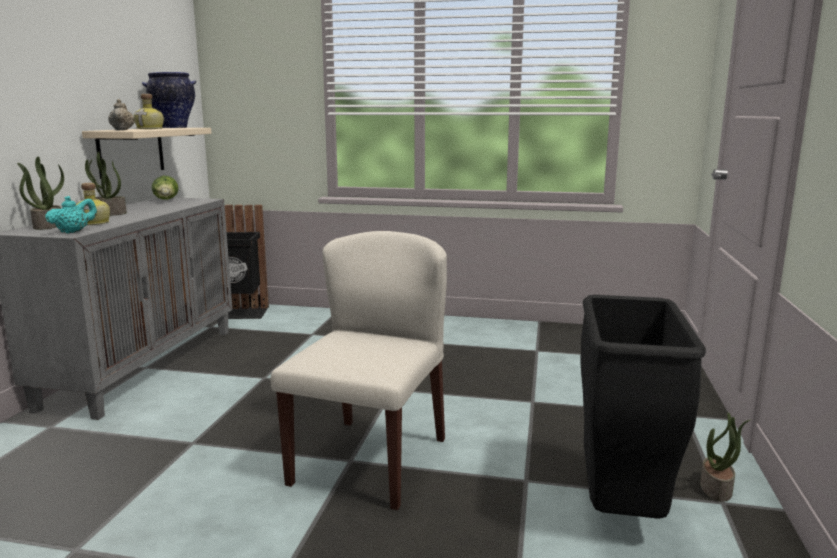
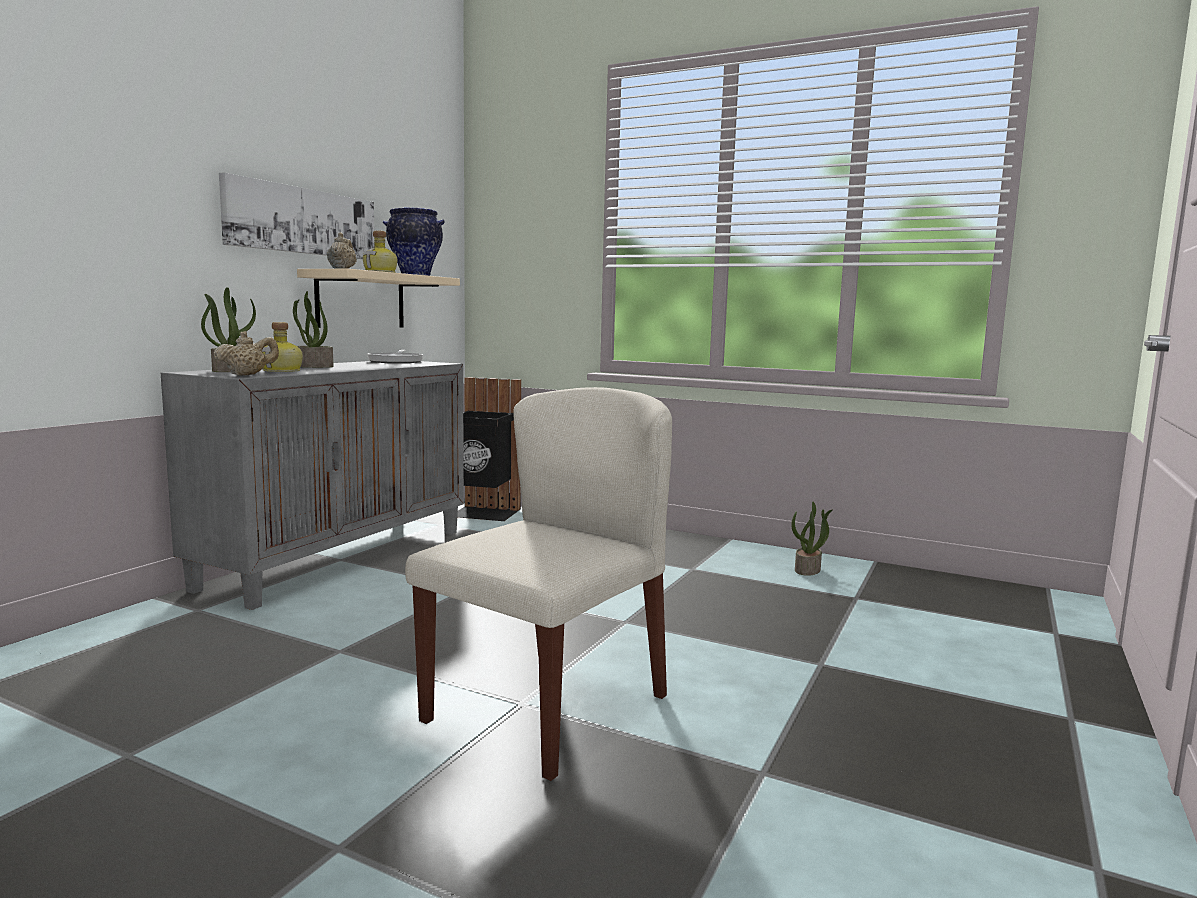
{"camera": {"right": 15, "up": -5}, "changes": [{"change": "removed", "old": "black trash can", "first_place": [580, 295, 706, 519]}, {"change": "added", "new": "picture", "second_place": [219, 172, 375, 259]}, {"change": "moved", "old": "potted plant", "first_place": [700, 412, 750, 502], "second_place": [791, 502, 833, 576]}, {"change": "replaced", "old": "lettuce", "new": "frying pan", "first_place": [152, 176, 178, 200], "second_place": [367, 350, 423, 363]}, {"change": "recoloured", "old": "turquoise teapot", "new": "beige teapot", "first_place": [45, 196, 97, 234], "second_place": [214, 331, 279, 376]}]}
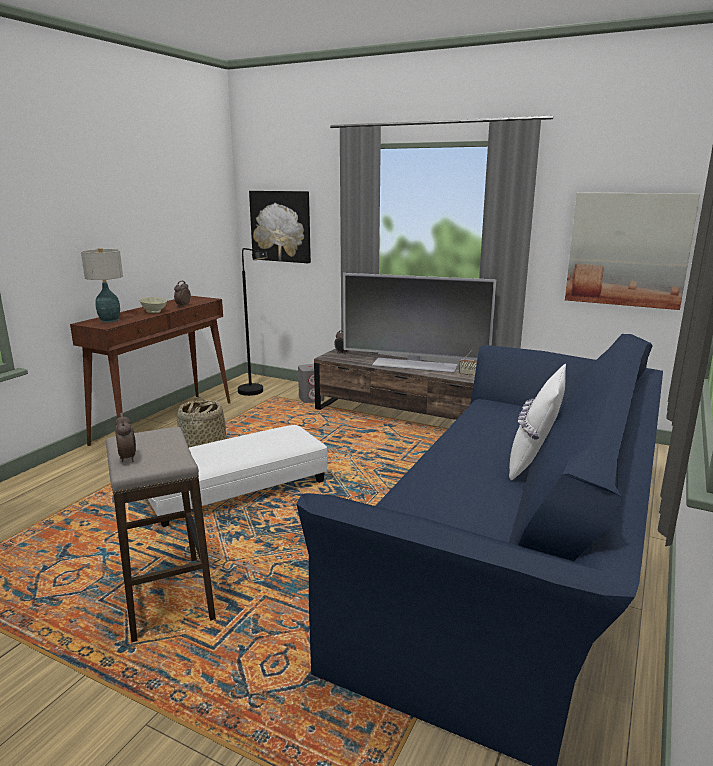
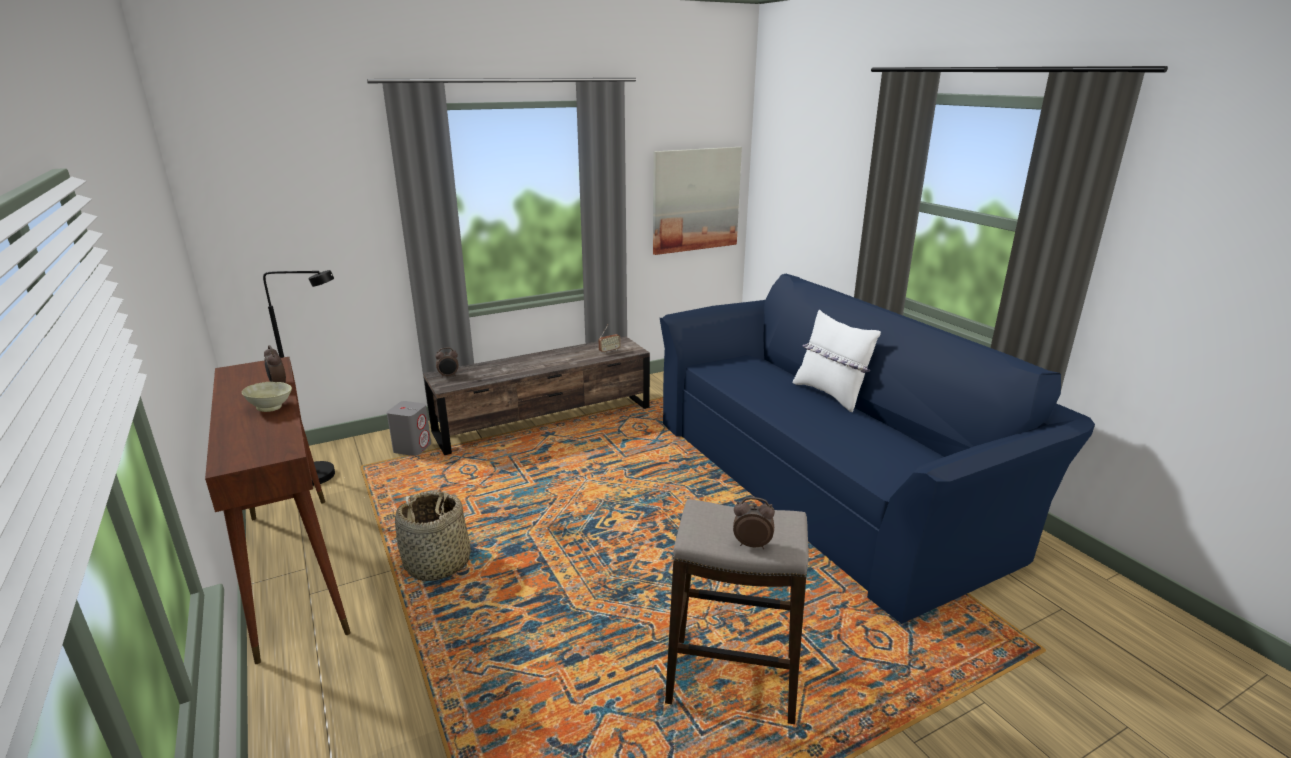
{"camera": {"right": -55, "up": 5}, "changes": [{"change": "removed", "old": "table lamp", "first_place": [81, 248, 123, 322]}, {"change": "removed", "old": "white ottoman", "first_place": [148, 425, 328, 527]}, {"change": "removed", "old": "picture", "first_place": [249, 191, 311, 263]}, {"change": "removed", "old": "television", "first_place": [343, 273, 497, 373]}]}
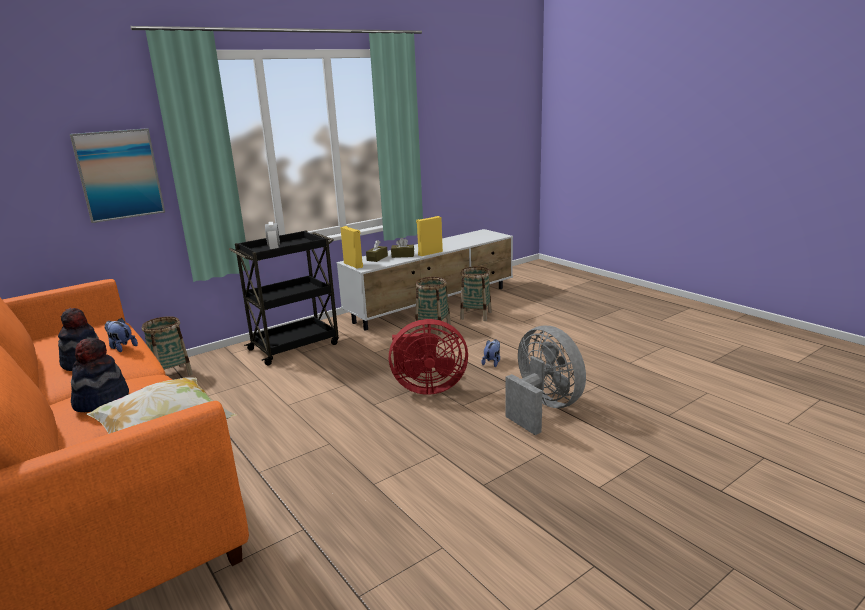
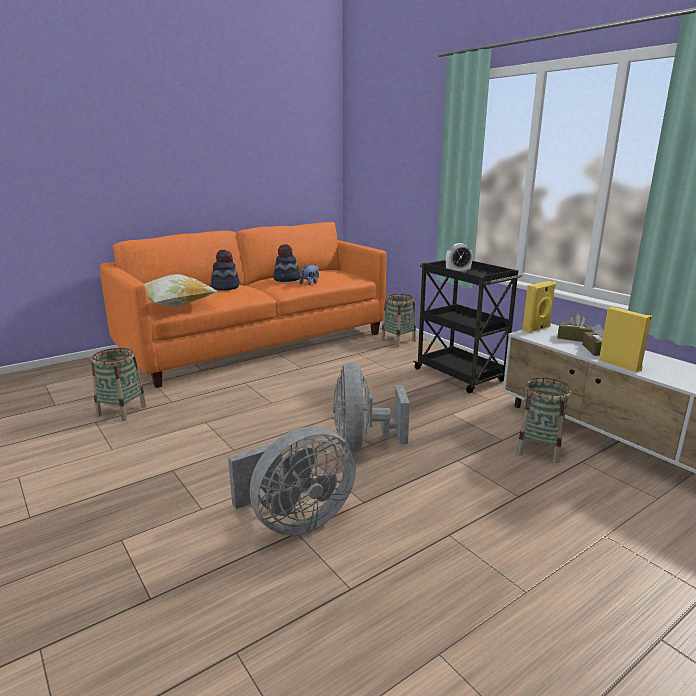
{"camera": {"right": 90, "up": 0}, "changes": [{"change": "removed", "old": "picture", "first_place": [70, 128, 165, 223]}, {"change": "removed", "old": "plush toy", "first_place": [482, 339, 500, 367]}, {"change": "moved", "old": "basket", "first_place": [460, 266, 492, 321], "second_place": [92, 348, 147, 421]}, {"change": "recoloured", "old": "red fan", "new": "grey fan", "first_place": [389, 319, 468, 395], "second_place": [333, 363, 410, 453]}]}
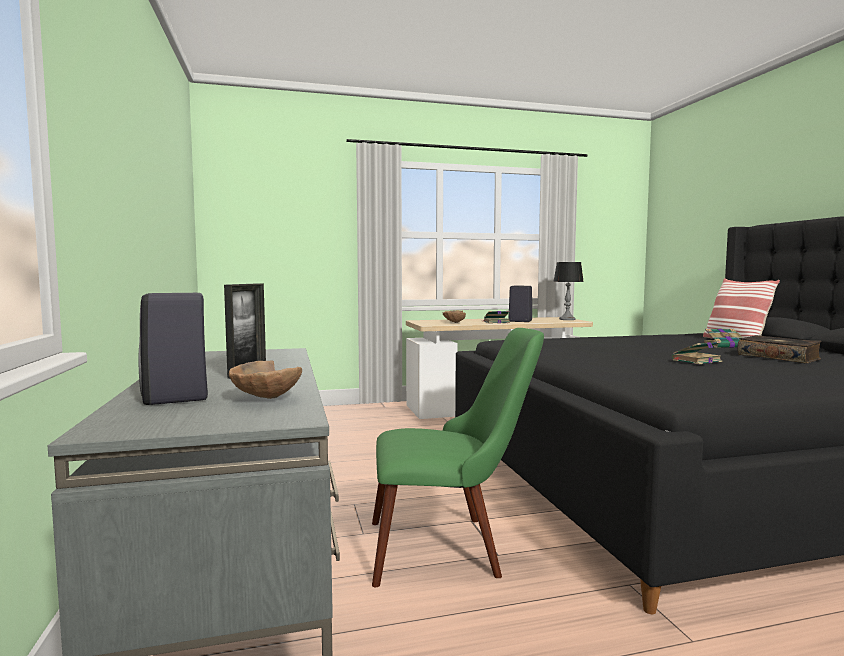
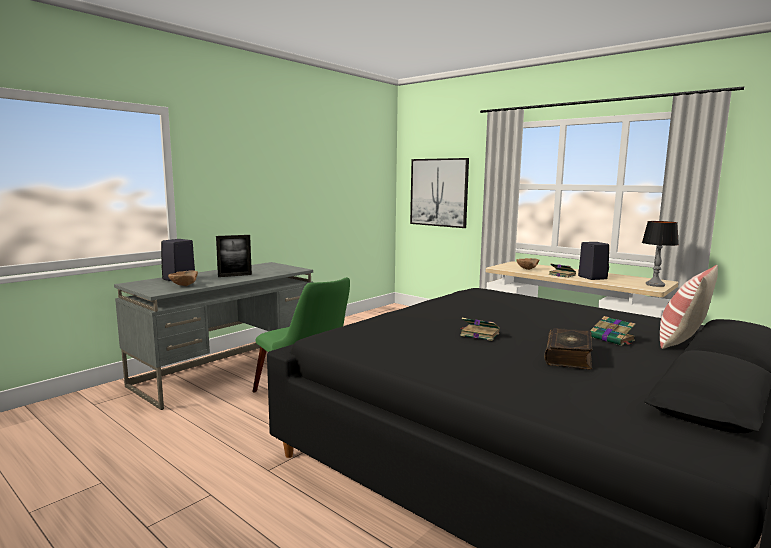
{"camera": {"right": 55, "up": 5}, "changes": [{"change": "added", "new": "picture", "second_place": [410, 158, 469, 228]}]}
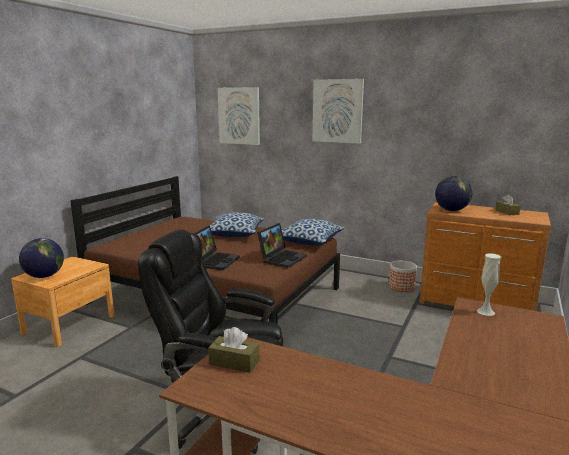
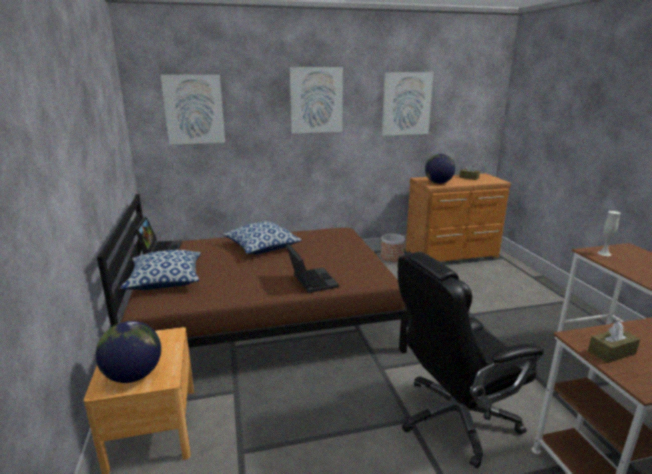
{"camera": {"right": -40, "up": 5}, "changes": [{"change": "added", "new": "picture", "second_place": [382, 73, 433, 136]}, {"change": "moved", "old": "laptop", "first_place": [257, 223, 307, 268], "second_place": [135, 217, 182, 254]}, {"change": "moved", "old": "pillow", "first_place": [282, 219, 344, 246], "second_place": [120, 250, 201, 290]}]}
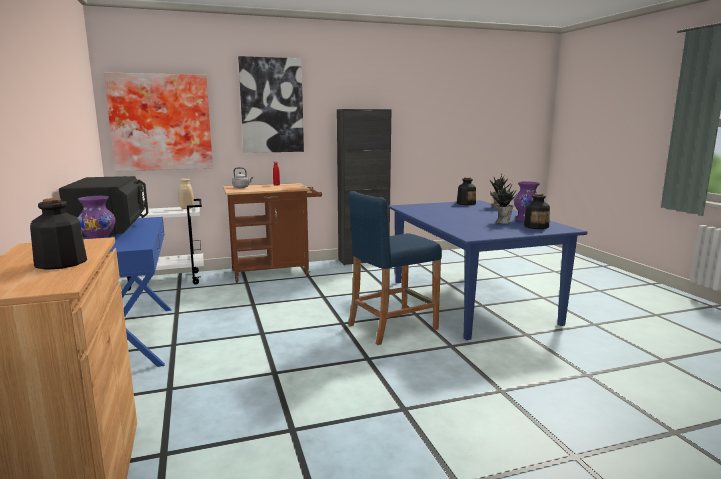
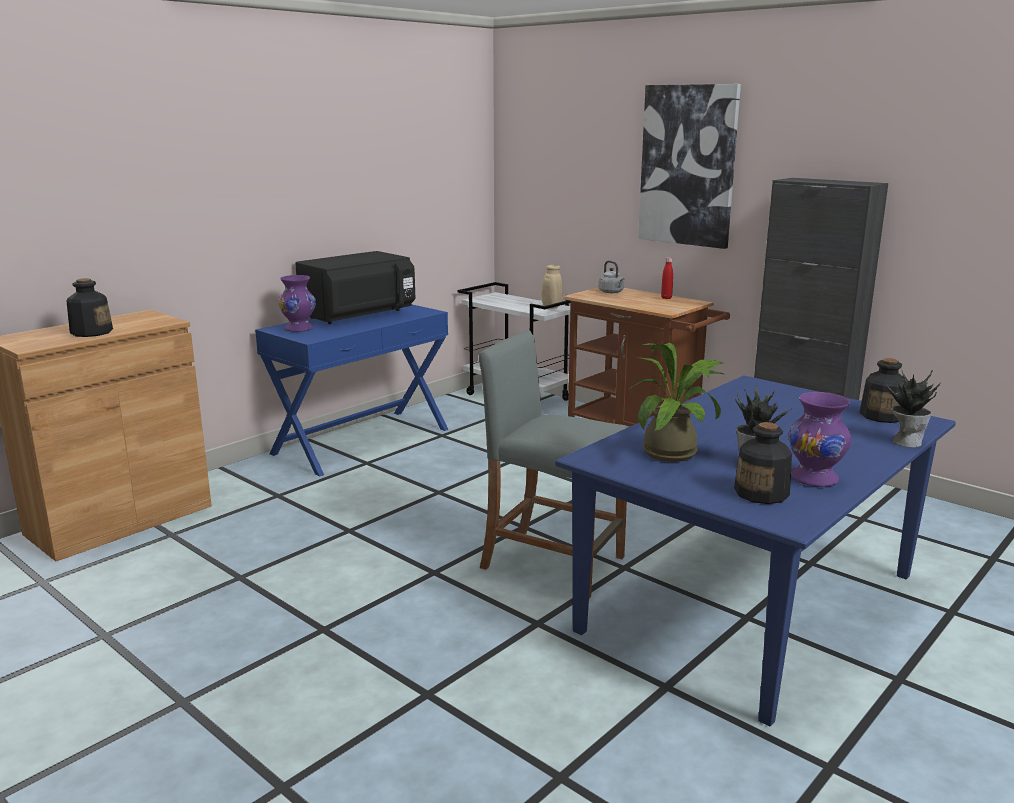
{"camera": {"right": 60, "up": 5}, "changes": [{"change": "removed", "old": "picture", "first_place": [104, 72, 213, 171]}, {"change": "added", "new": "potted plant", "second_place": [629, 343, 726, 462]}, {"change": "recoloured", "old": "blue stool", "new": "grey stool", "first_place": [348, 191, 442, 345], "second_place": [479, 330, 629, 598]}]}
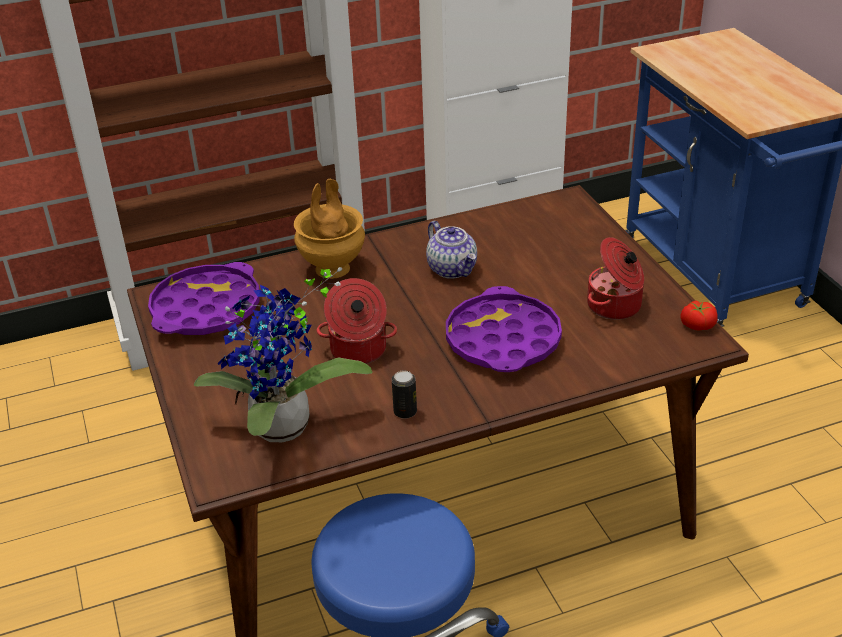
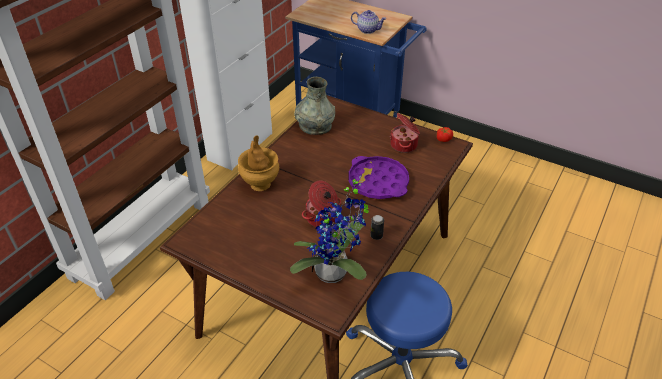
{"camera": {"right": -40, "up": 5}, "changes": [{"change": "removed", "old": "purple tray", "first_place": [148, 262, 260, 335]}, {"change": "added", "new": "grey vase", "second_place": [294, 77, 335, 135]}, {"change": "moved", "old": "teapot", "first_place": [426, 221, 477, 279], "second_place": [351, 10, 386, 34]}]}
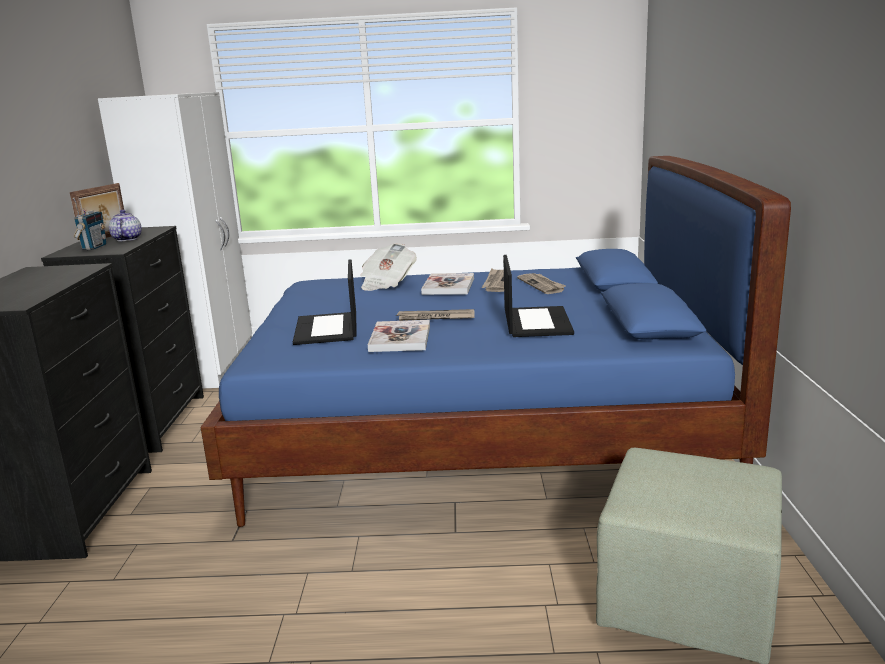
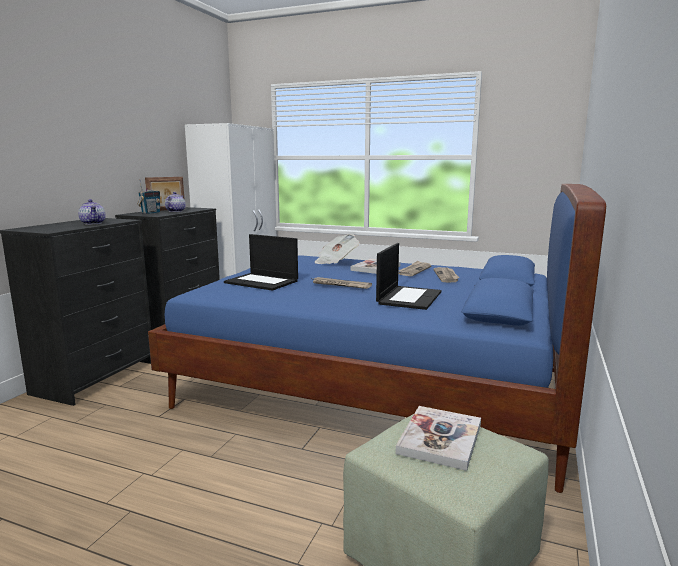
{"camera": {"right": 20, "up": -5}, "changes": [{"change": "added", "new": "teapot", "second_place": [78, 199, 106, 225]}, {"change": "moved", "old": "book", "first_place": [368, 320, 430, 352], "second_place": [396, 406, 481, 471]}, {"change": "turned", "old": "laptop", "first_place": [293, 259, 357, 345], "second_place": [224, 234, 298, 291], "degrees": -75}]}
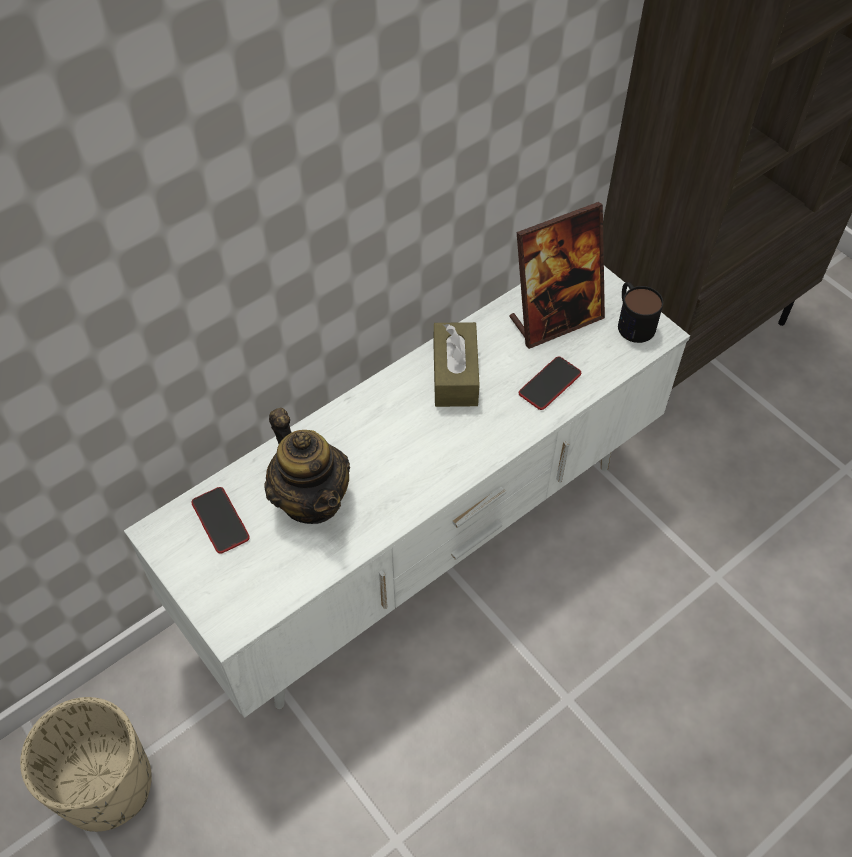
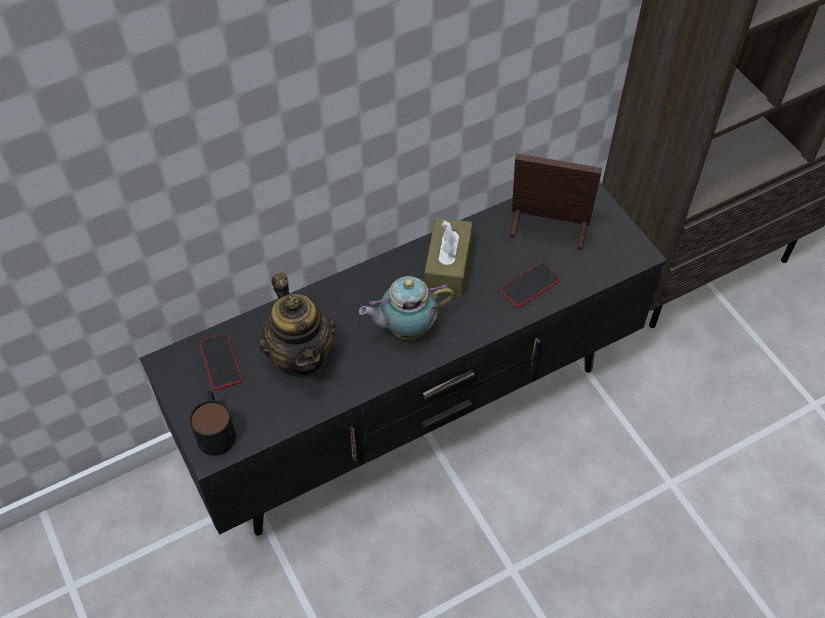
{"camera": {"right": 10, "up": 0}, "changes": [{"change": "removed", "old": "beige planter", "first_place": [20, 697, 152, 832]}, {"change": "added", "new": "teapot", "second_place": [359, 276, 454, 340]}, {"change": "moved", "old": "mug", "first_place": [618, 282, 663, 343], "second_place": [190, 391, 236, 456]}, {"change": "recoloured", "old": "white tv stand", "new": "black tv stand", "first_place": [124, 266, 690, 718], "second_place": [139, 182, 667, 536]}, {"change": "turned", "old": "picture frame", "first_place": [509, 202, 605, 349], "second_place": [510, 153, 602, 250], "degrees": -150}]}
